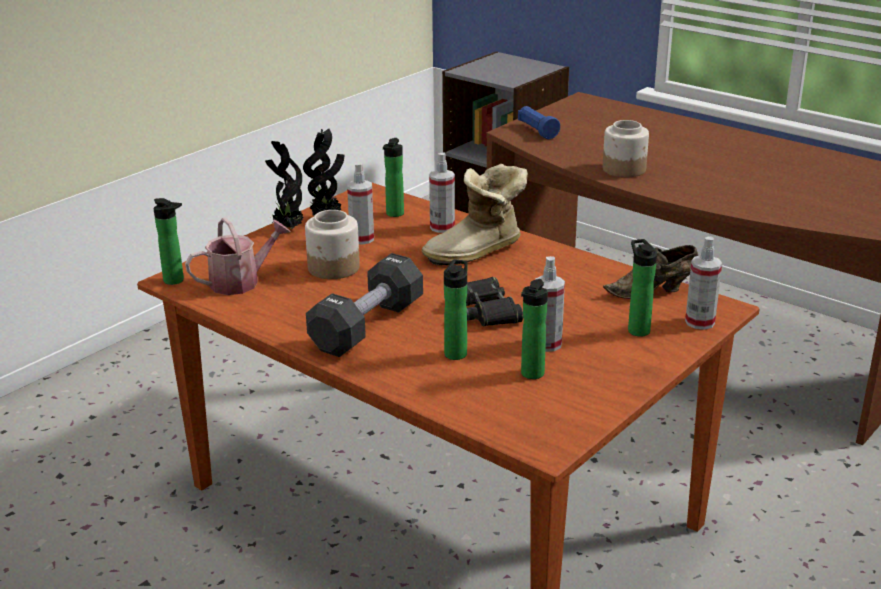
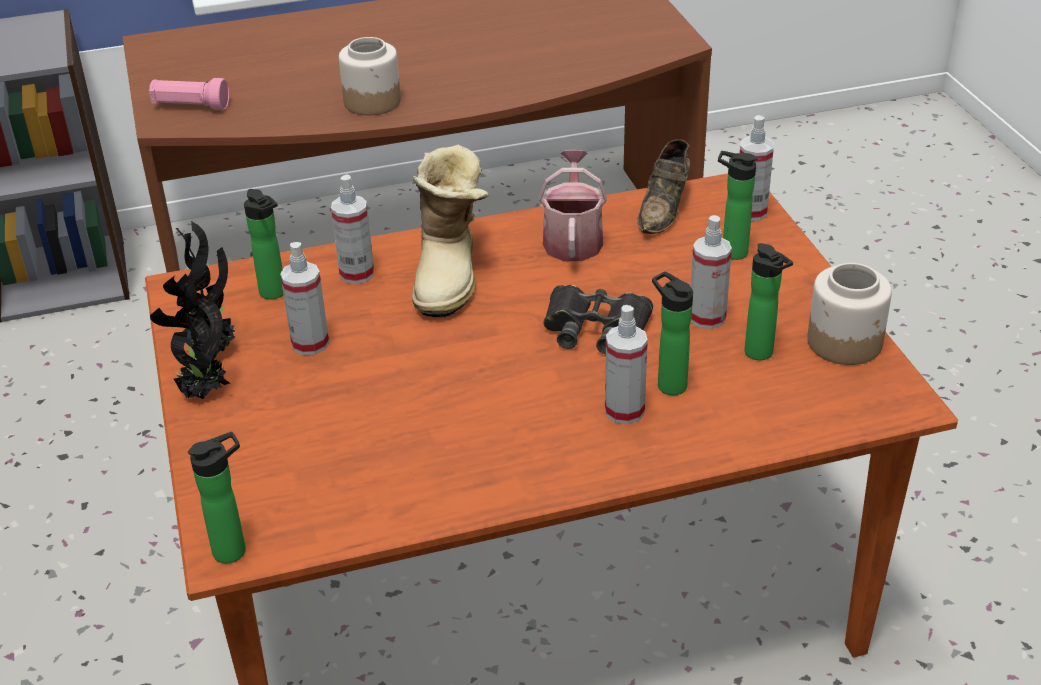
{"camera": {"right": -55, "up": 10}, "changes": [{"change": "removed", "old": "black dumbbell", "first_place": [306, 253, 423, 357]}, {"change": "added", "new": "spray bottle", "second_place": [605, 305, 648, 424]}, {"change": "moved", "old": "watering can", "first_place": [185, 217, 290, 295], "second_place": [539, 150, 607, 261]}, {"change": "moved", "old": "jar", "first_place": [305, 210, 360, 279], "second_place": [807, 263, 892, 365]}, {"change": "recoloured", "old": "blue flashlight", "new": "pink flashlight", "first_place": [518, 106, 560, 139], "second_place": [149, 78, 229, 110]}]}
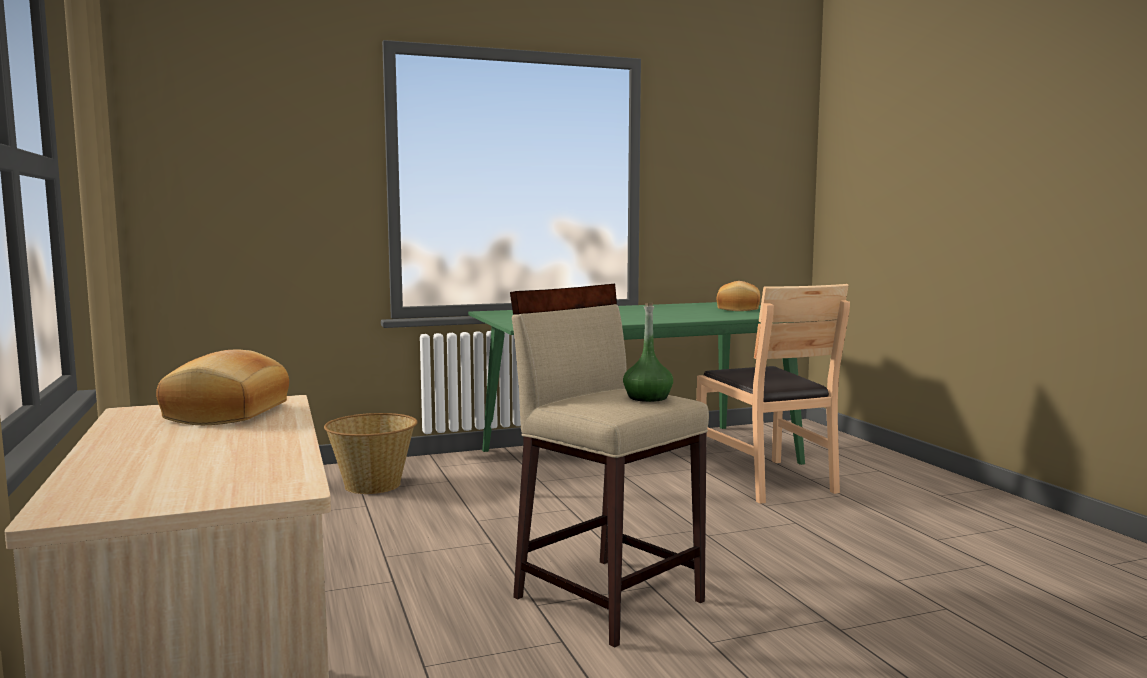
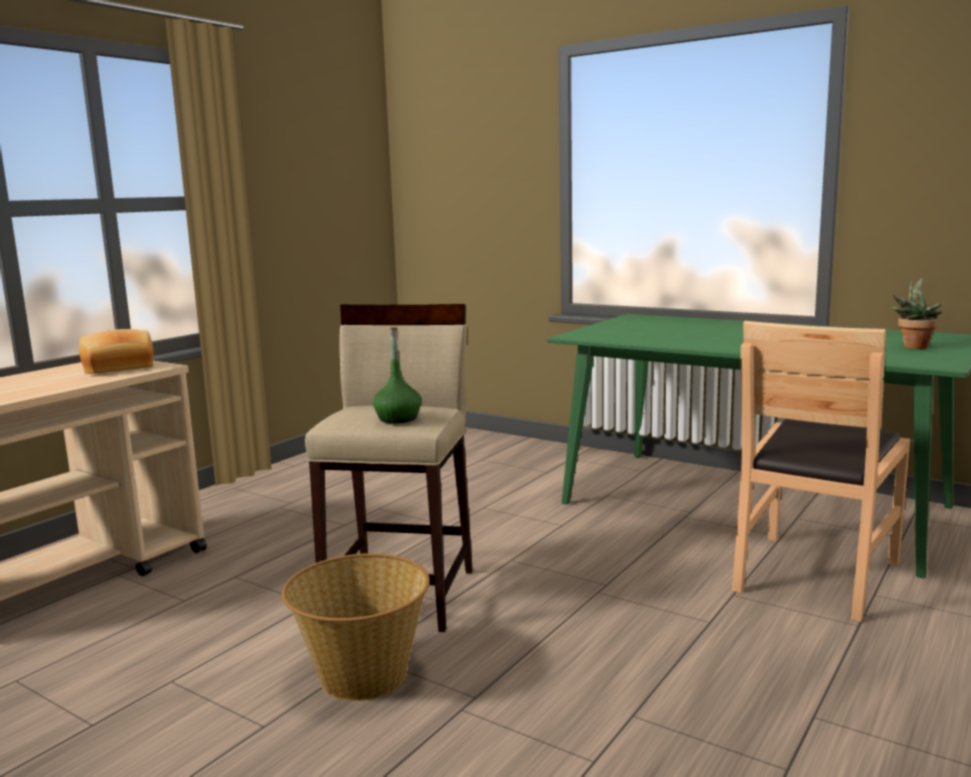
{"camera": {"right": 55, "up": 5}, "changes": [{"change": "moved", "old": "basket", "first_place": [324, 413, 418, 494], "second_place": [282, 553, 430, 701]}, {"change": "replaced", "old": "bread", "new": "potted plant", "first_place": [717, 281, 760, 311], "second_place": [891, 278, 942, 349]}]}
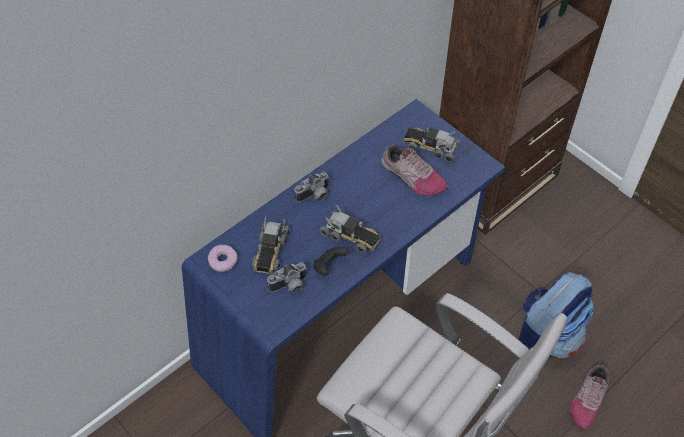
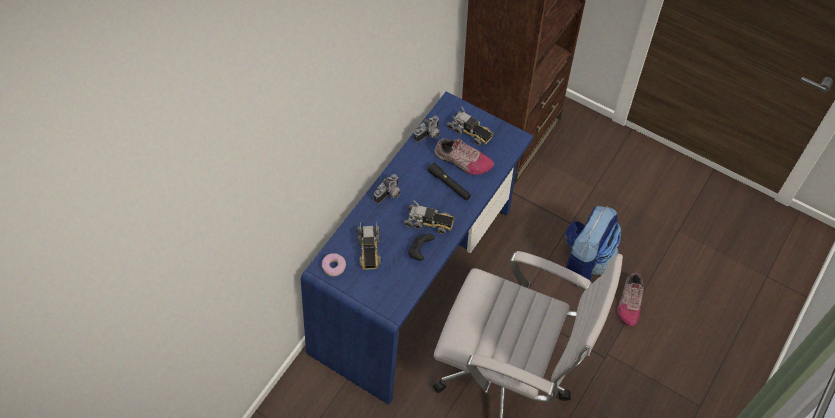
{"camera": {"right": -15, "up": 5}, "changes": [{"change": "added", "new": "black flashlight", "second_place": [428, 163, 471, 201]}, {"change": "moved", "old": "photo camera", "first_place": [267, 262, 307, 293], "second_place": [414, 115, 440, 143]}, {"change": "turned", "old": "toy truck", "first_place": [403, 127, 461, 162], "second_place": [447, 106, 493, 146], "degrees": -150}]}
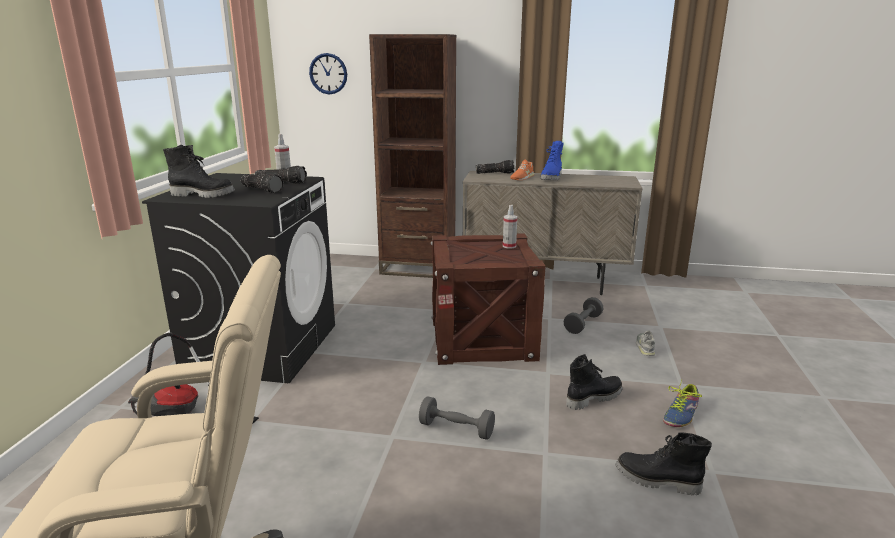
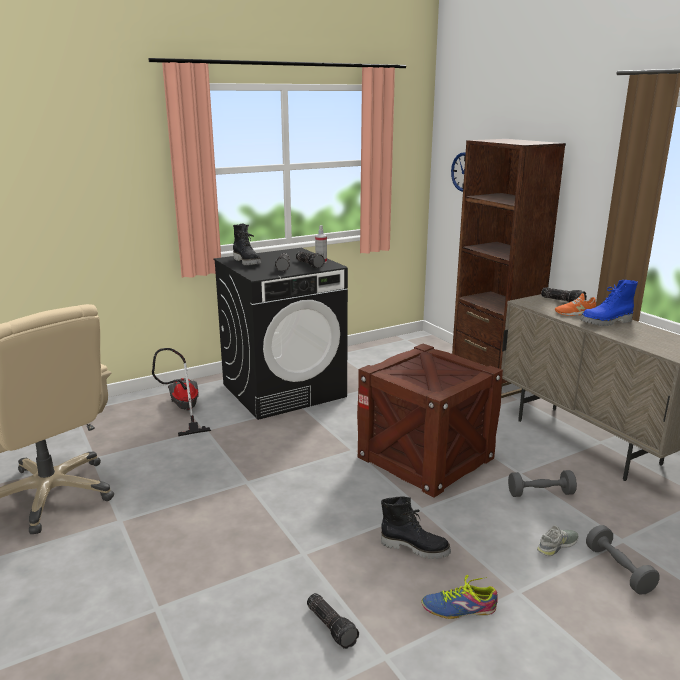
{"camera": {"right": 50, "up": 0}, "changes": [{"change": "removed", "old": "spray bottle", "first_place": [503, 205, 517, 249]}, {"change": "moved", "old": "grey dumbbell", "first_place": [419, 396, 495, 440], "second_place": [586, 525, 660, 595]}, {"change": "replaced", "old": "black boot", "new": "flashlight", "first_place": [616, 432, 712, 495], "second_place": [307, 593, 359, 649]}]}
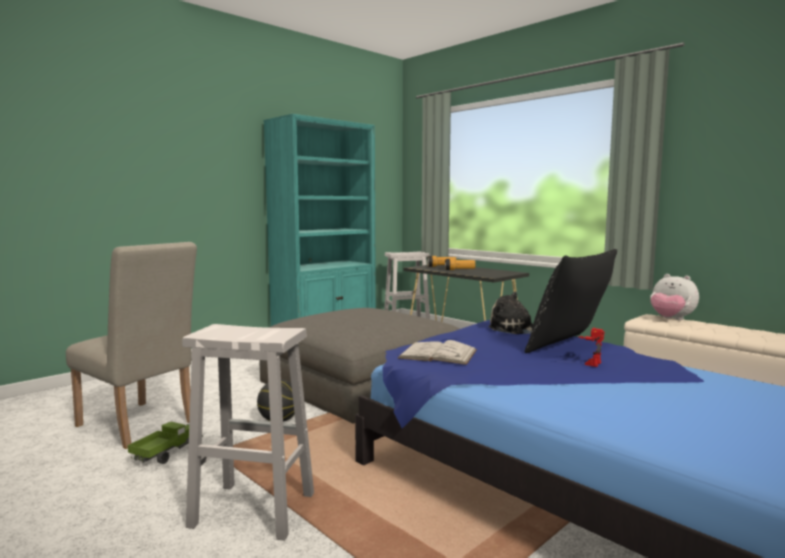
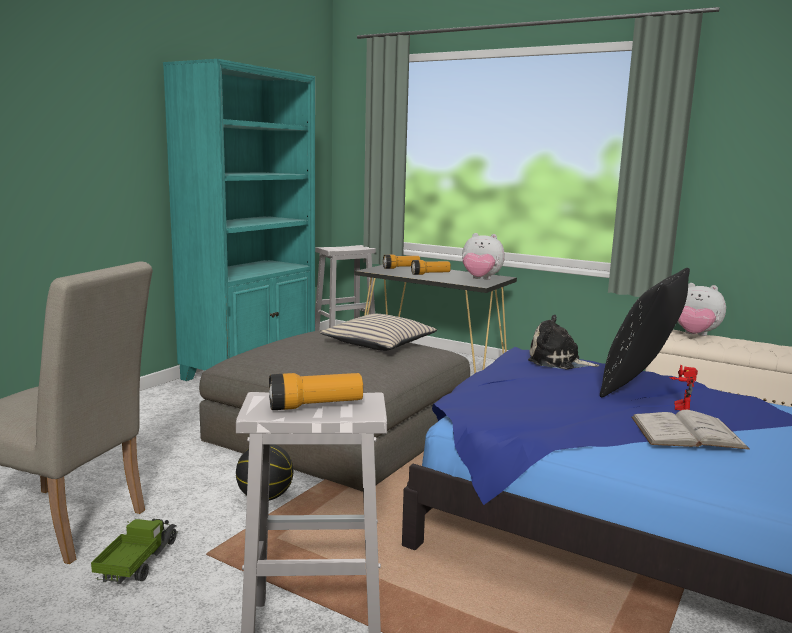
{"camera": {"right": -15, "up": 5}, "changes": [{"change": "added", "new": "flashlight", "second_place": [269, 373, 363, 410]}, {"change": "added", "new": "beige pillow", "second_place": [320, 314, 437, 351]}, {"change": "added", "new": "plush toy", "second_place": [462, 233, 505, 280]}, {"change": "moved", "old": "white book", "first_place": [398, 340, 477, 365], "second_place": [631, 410, 750, 450]}]}
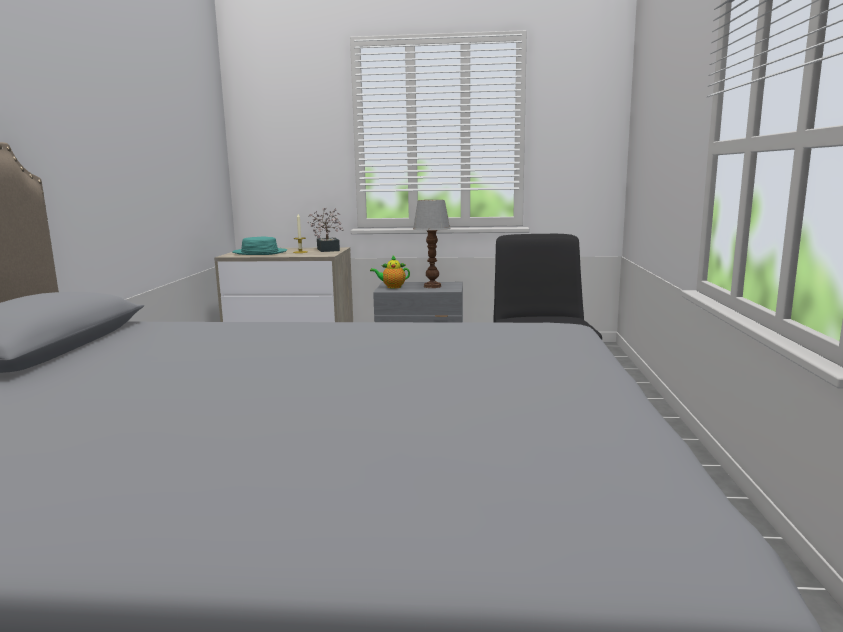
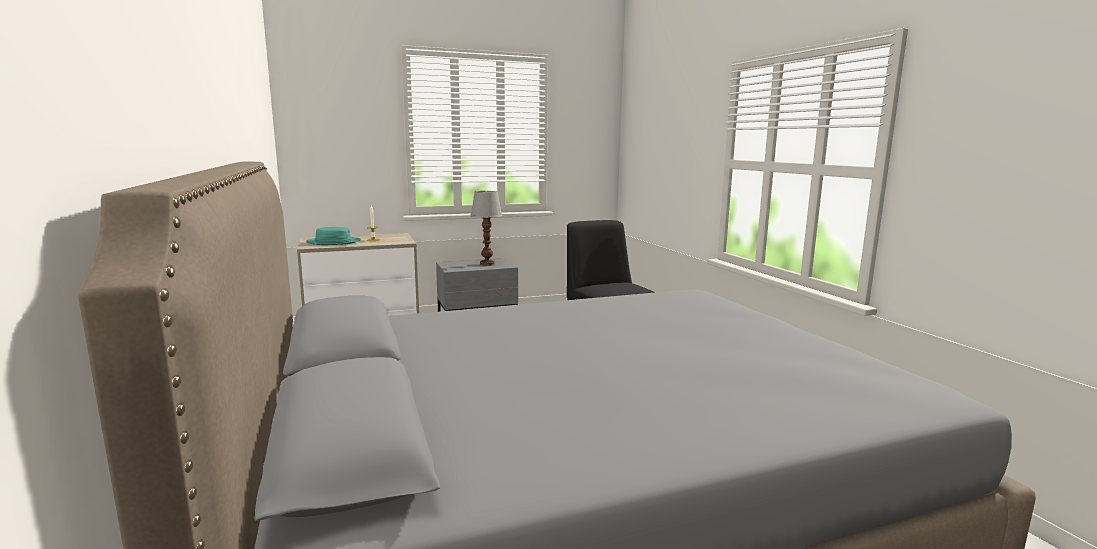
{"camera": {"right": -25, "up": 0}, "changes": [{"change": "removed", "old": "potted plant", "first_place": [307, 208, 344, 252]}, {"change": "removed", "old": "teapot", "first_place": [370, 256, 410, 289]}]}
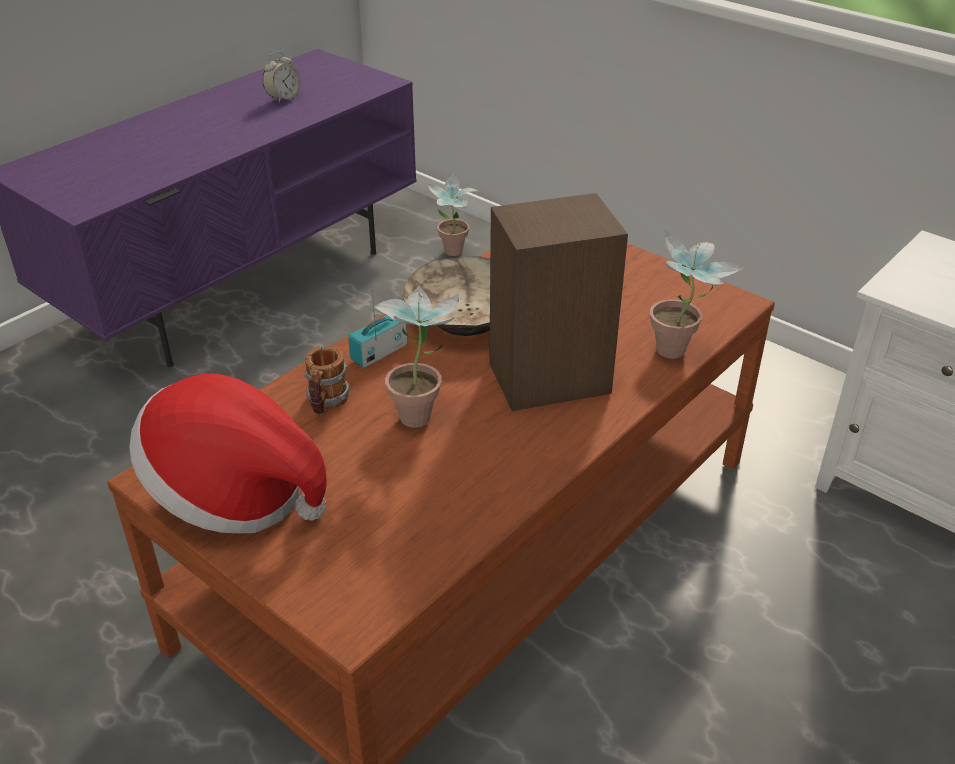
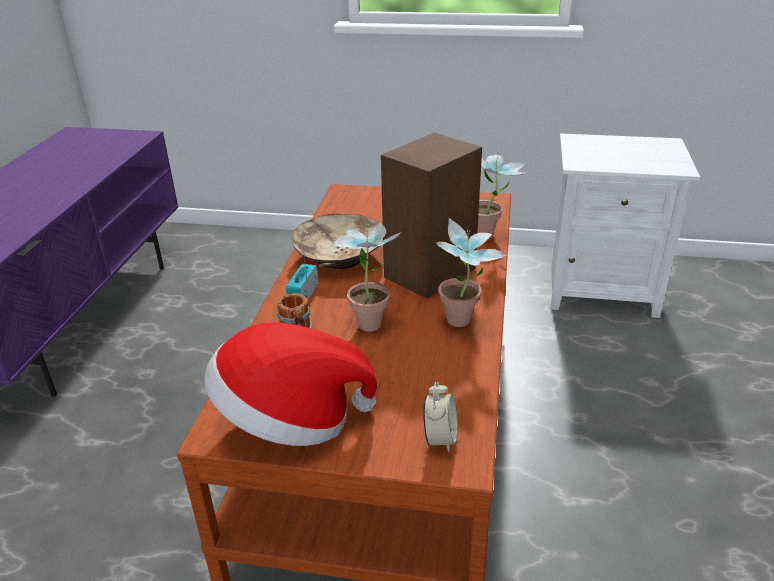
{"camera": {"right": -30, "up": -5}, "changes": [{"change": "moved", "old": "alarm clock", "first_place": [263, 51, 301, 103], "second_place": [423, 382, 458, 453]}, {"change": "moved", "old": "potted plant", "first_place": [426, 171, 478, 256], "second_place": [435, 218, 506, 327]}]}
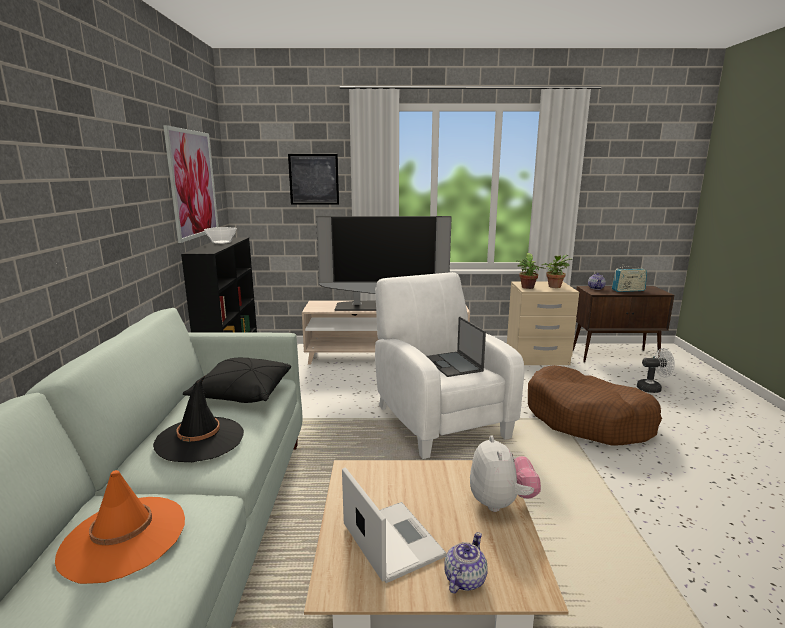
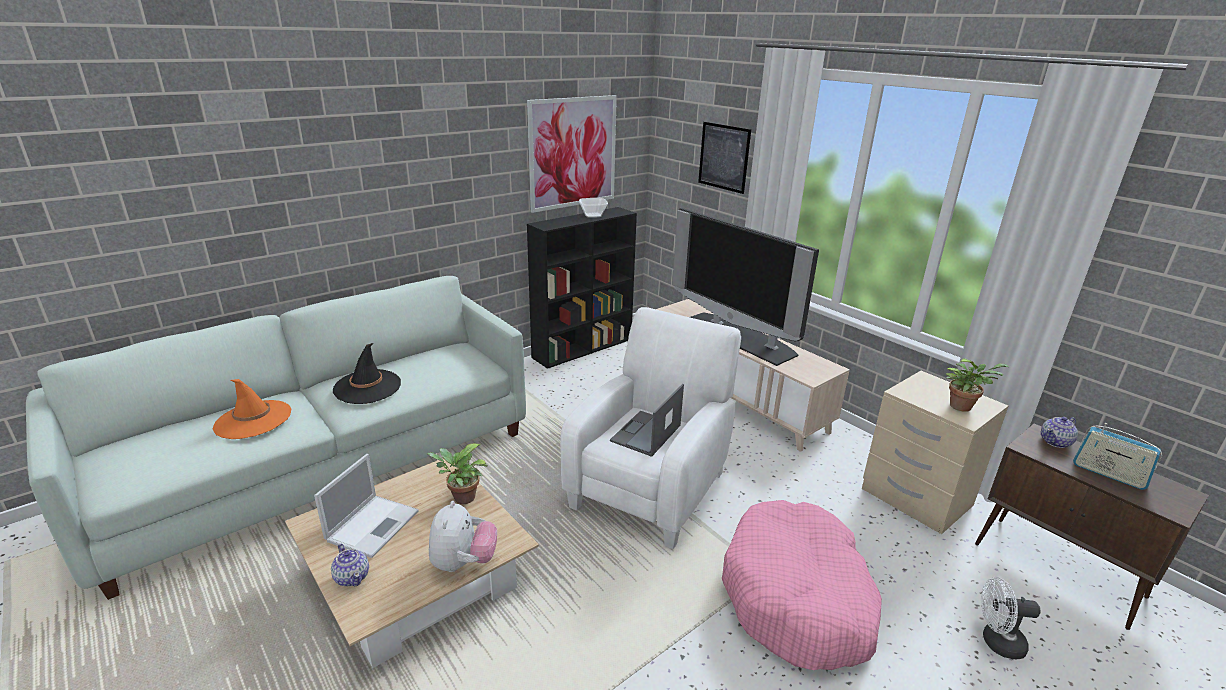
{"camera": {"right": 50, "up": 10}, "changes": [{"change": "removed", "old": "black pillow", "first_place": [183, 358, 291, 403]}, {"change": "moved", "old": "potted plant", "first_place": [517, 253, 546, 289], "second_place": [427, 444, 488, 504]}, {"change": "recoloured", "old": "brown dog bed", "new": "pink dog bed", "first_place": [528, 365, 662, 446], "second_place": [722, 500, 882, 670]}, {"change": "turned", "old": "teapot", "first_place": [445, 532, 488, 594], "second_place": [331, 544, 369, 586], "degrees": 60}, {"change": "turned", "old": "plush toy", "first_place": [470, 435, 541, 512], "second_place": [429, 501, 497, 572], "degrees": -45}, {"change": "turned", "old": "white fan", "first_place": [637, 348, 675, 393], "second_place": [981, 577, 1040, 659], "degrees": 135}]}
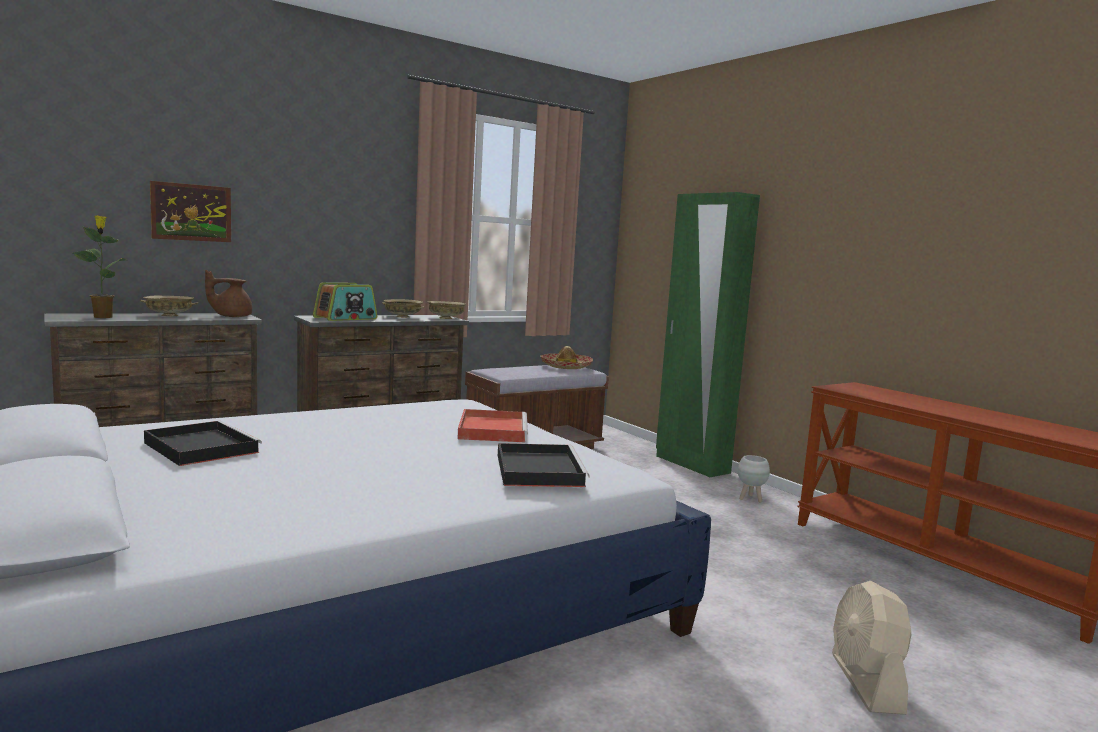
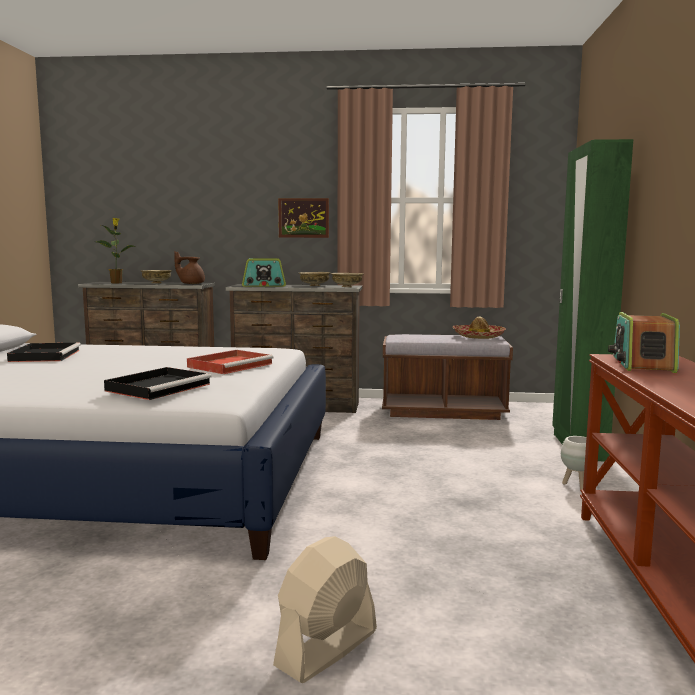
{"camera": {"right": 40, "up": 0}, "changes": [{"change": "added", "new": "radio", "second_place": [608, 312, 680, 373]}, {"change": "moved", "old": "picture", "first_place": [150, 181, 231, 242], "second_place": [278, 198, 329, 238]}]}
